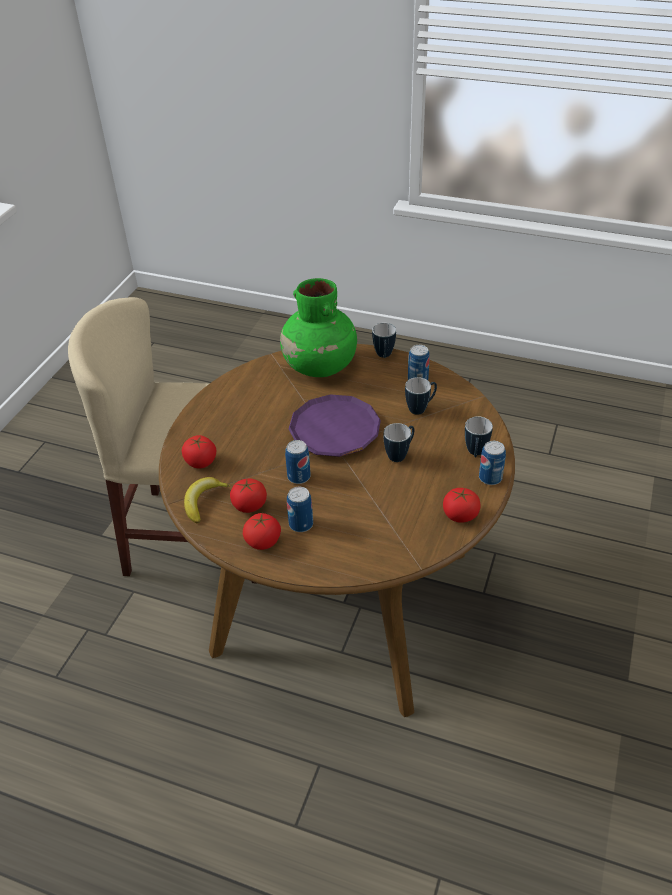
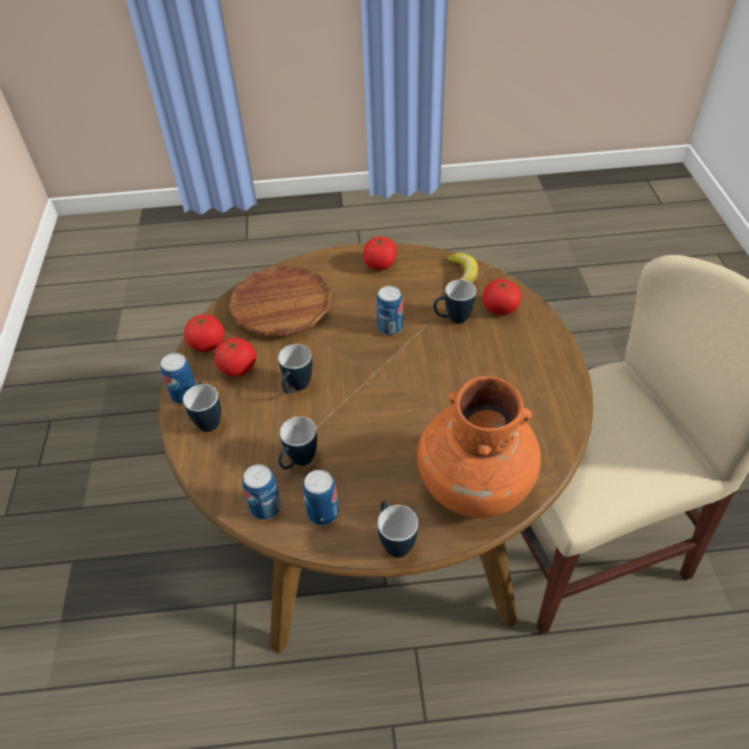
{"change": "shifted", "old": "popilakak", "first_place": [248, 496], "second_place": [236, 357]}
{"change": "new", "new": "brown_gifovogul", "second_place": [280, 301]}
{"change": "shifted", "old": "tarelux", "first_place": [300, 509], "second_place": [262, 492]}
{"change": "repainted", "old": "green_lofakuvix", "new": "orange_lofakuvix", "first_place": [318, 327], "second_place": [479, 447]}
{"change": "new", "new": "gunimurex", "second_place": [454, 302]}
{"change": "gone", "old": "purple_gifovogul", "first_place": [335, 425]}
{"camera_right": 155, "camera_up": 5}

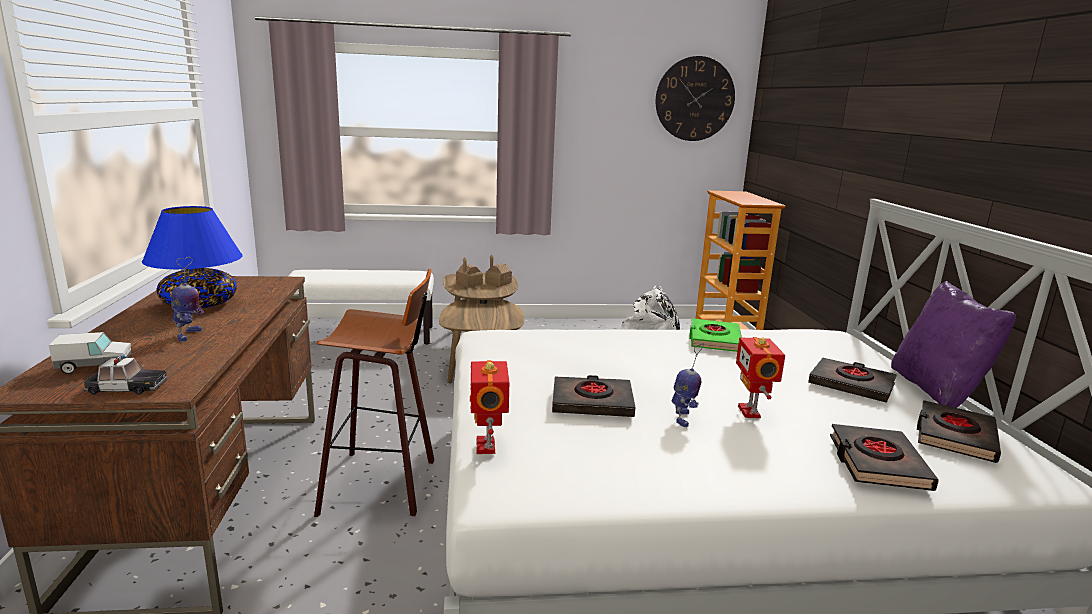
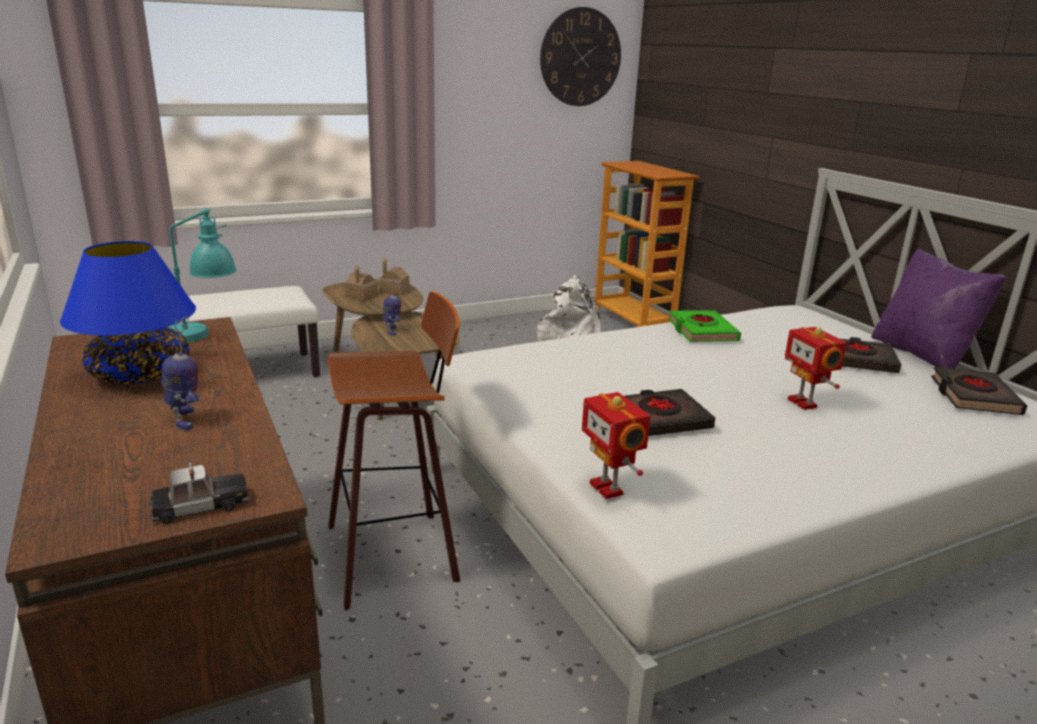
{"change": "new", "new": "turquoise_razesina", "second_place": [202, 275]}
{"change": "shifted", "old": "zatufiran", "first_place": [688, 385], "second_place": [392, 306]}
{"change": "gone", "old": "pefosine", "first_place": [90, 353]}
{"change": "gone", "old": "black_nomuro", "first_place": [884, 457]}
{"camera_right": -20, "camera_up": 5}

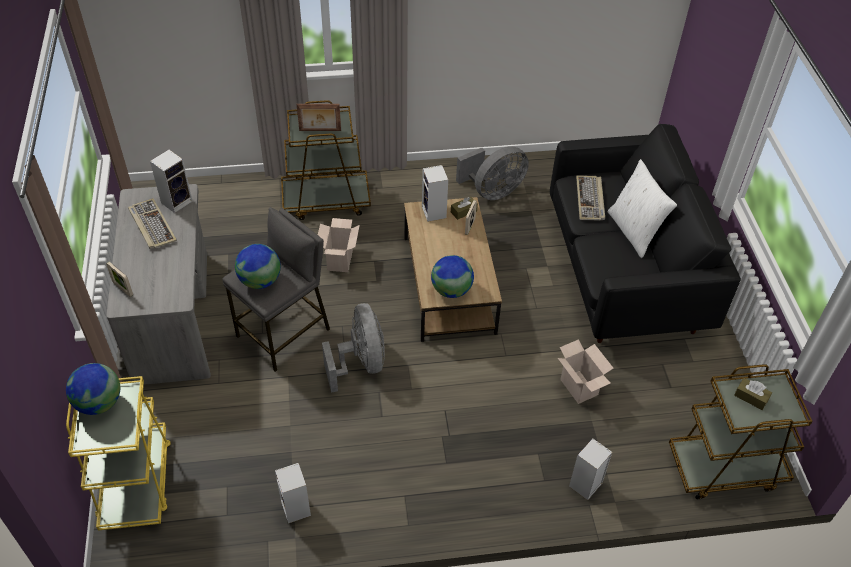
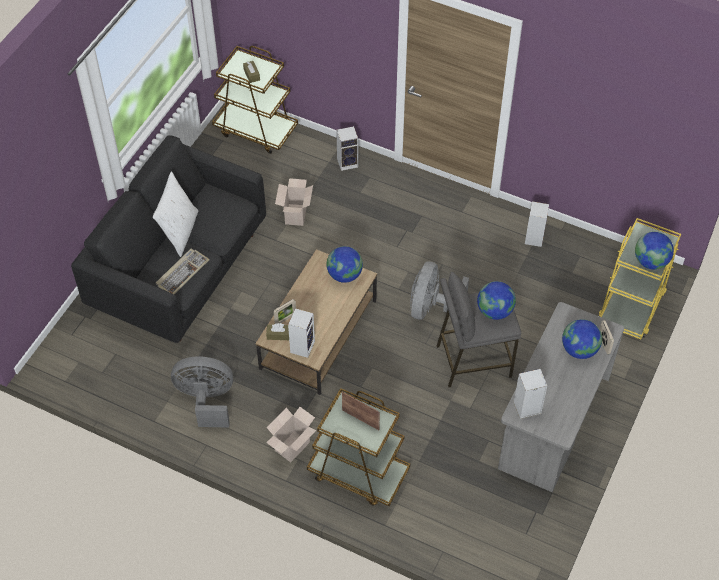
{"change": "shifted", "old": "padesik", "first_place": [339, 245], "second_place": [291, 434]}
{"change": "new", "new": "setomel", "second_place": [582, 339]}
{"change": "gone", "old": "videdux", "first_place": [152, 223]}
{"camera_right": -145, "camera_up": 5}

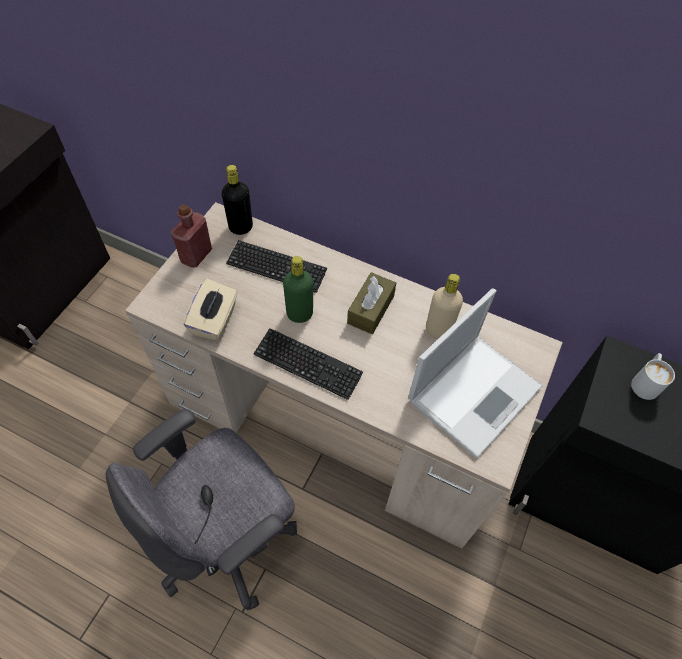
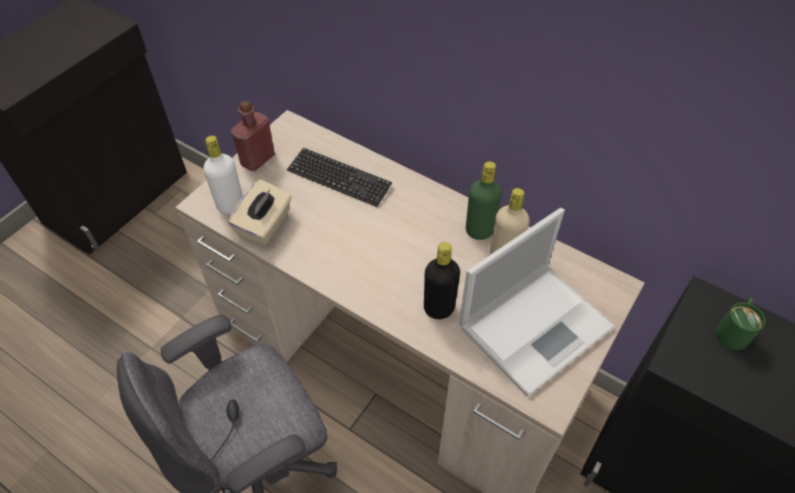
{"change": "new", "new": "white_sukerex", "second_place": [223, 175]}
{"change": "shifted", "old": "black_sukerex", "first_place": [237, 200], "second_place": [442, 280]}
{"change": "shifted", "old": "green_sukerex", "first_place": [298, 289], "second_place": [484, 200]}
{"change": "repainted", "old": "white_gunimurex", "new": "green_gunimurex", "first_place": [653, 376], "second_place": [740, 323]}
{"change": "gone", "old": "videdux", "first_place": [308, 364]}
{"change": "gone", "old": "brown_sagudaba", "first_place": [371, 303]}
{"camera_right": 10, "camera_up": -5}

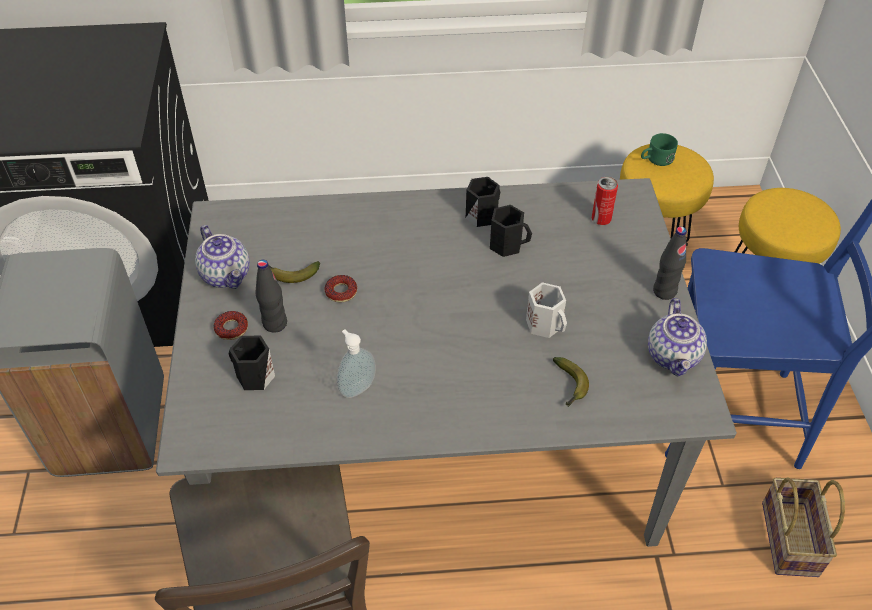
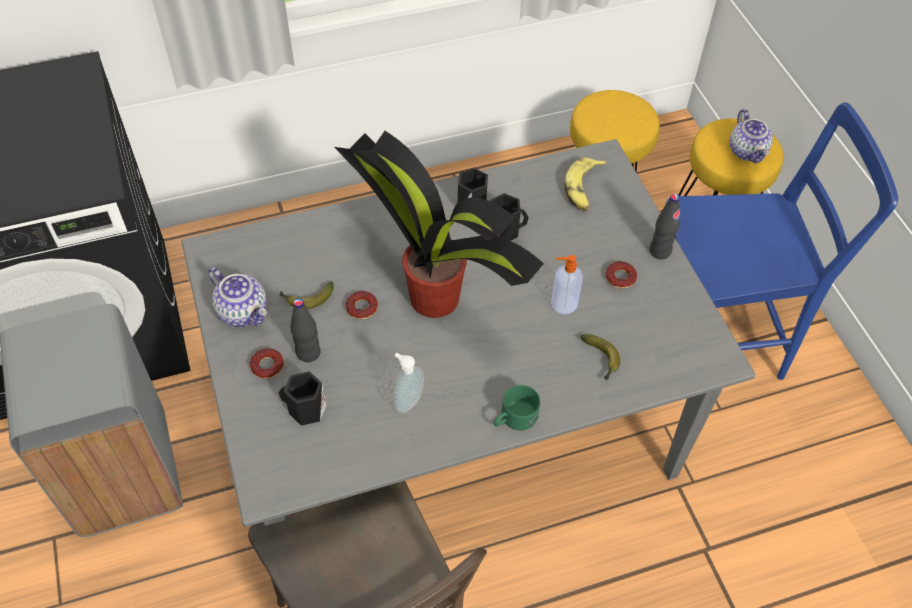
{"change": "new", "new": "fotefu", "second_place": [439, 224]}
{"change": "shifted", "old": "green_gunimurex", "first_place": [659, 149], "second_place": [517, 407]}
{"change": "swapped", "old": "white_gunimurex", "new": "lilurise", "first_place": [546, 310], "second_place": [567, 284]}
{"change": "swapped", "old": "tarelux", "new": "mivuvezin", "first_place": [605, 201], "second_place": [586, 184]}
{"change": "new", "new": "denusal", "second_place": [621, 275]}
{"change": "shifted", "old": "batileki", "first_place": [677, 337], "second_place": [751, 136]}
{"change": "gone", "old": "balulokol", "first_place": [803, 527]}
{"camera_right": -15, "camera_up": 5}

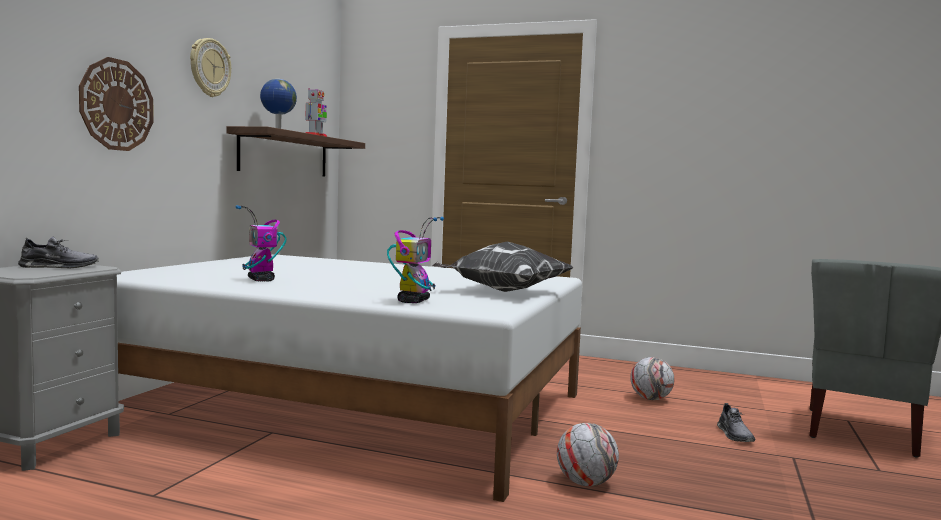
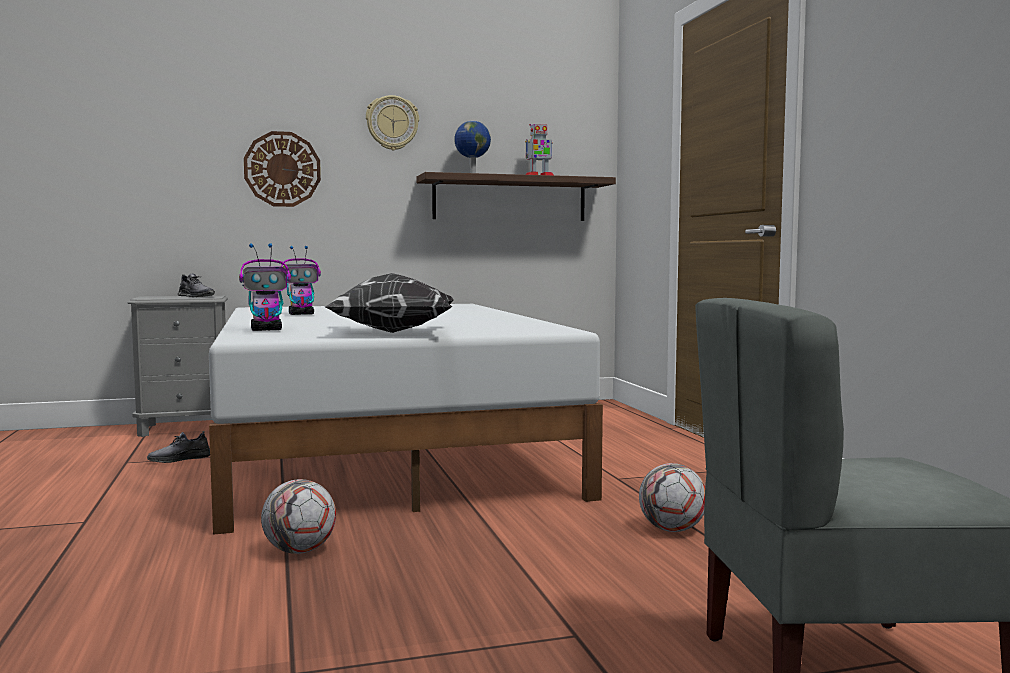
{"change": "shifted", "old": "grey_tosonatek", "first_place": [736, 422], "second_place": [178, 447]}
{"change": "rotated", "old": "zatufiran", "first_place": [261, 243], "second_place": [301, 280], "degrees": -135}
{"camera_right": 55, "camera_up": 0}

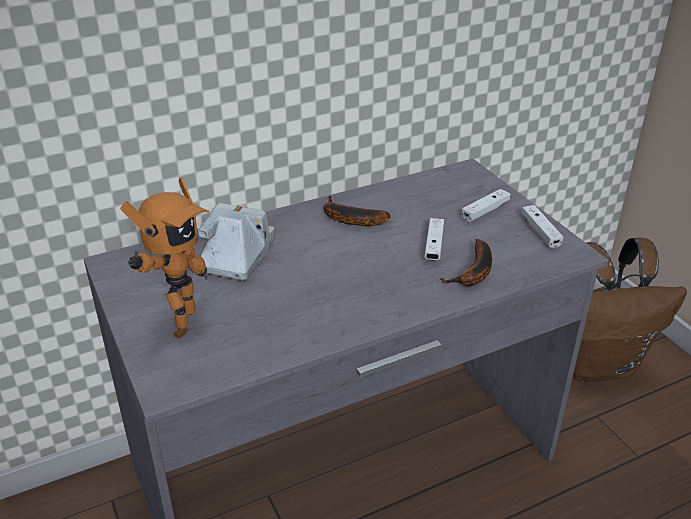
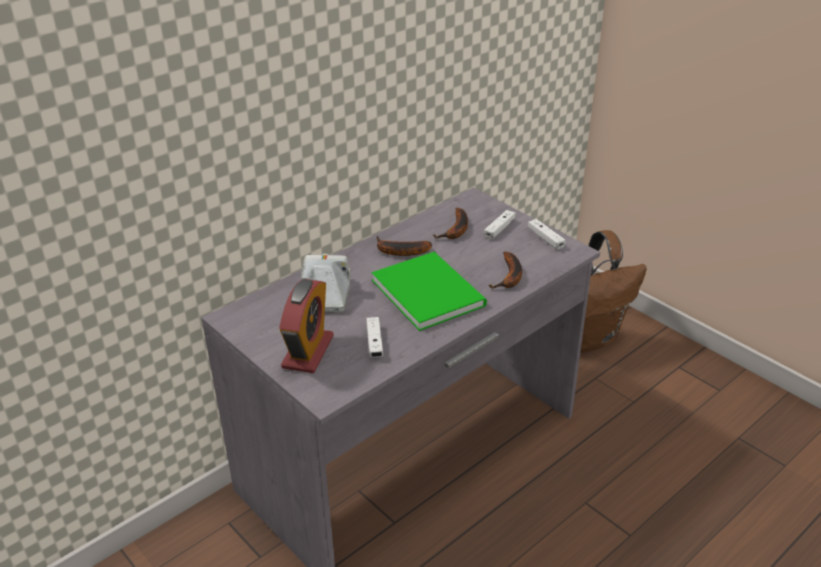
{"change": "swapped", "old": "zatufiran", "new": "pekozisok", "first_place": [165, 258], "second_place": [306, 326]}
{"change": "shifted", "old": "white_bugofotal", "first_place": [434, 239], "second_place": [374, 337]}
{"change": "new", "new": "green_nomuro", "second_place": [429, 291]}
{"change": "new", "new": "mivuvezin", "second_place": [450, 223]}
{"camera_right": -15, "camera_up": 0}

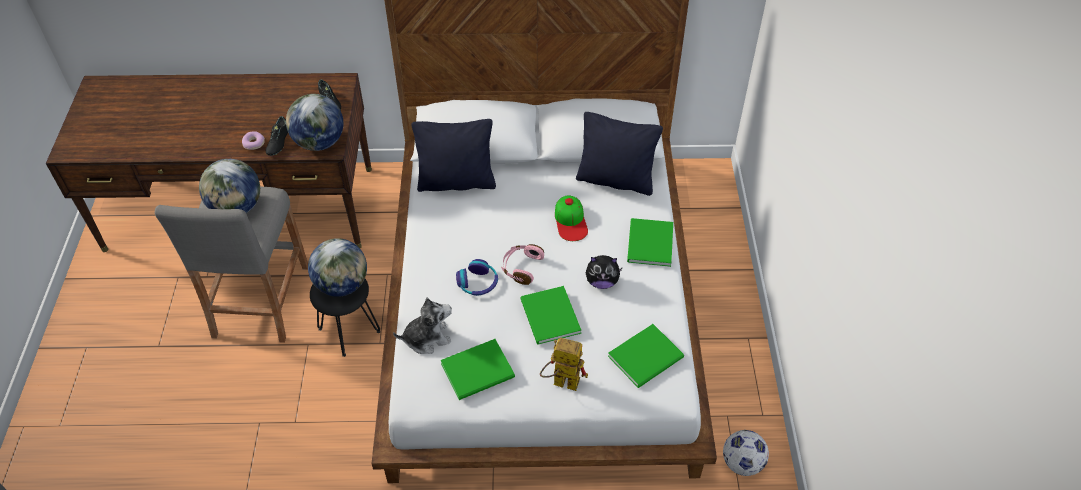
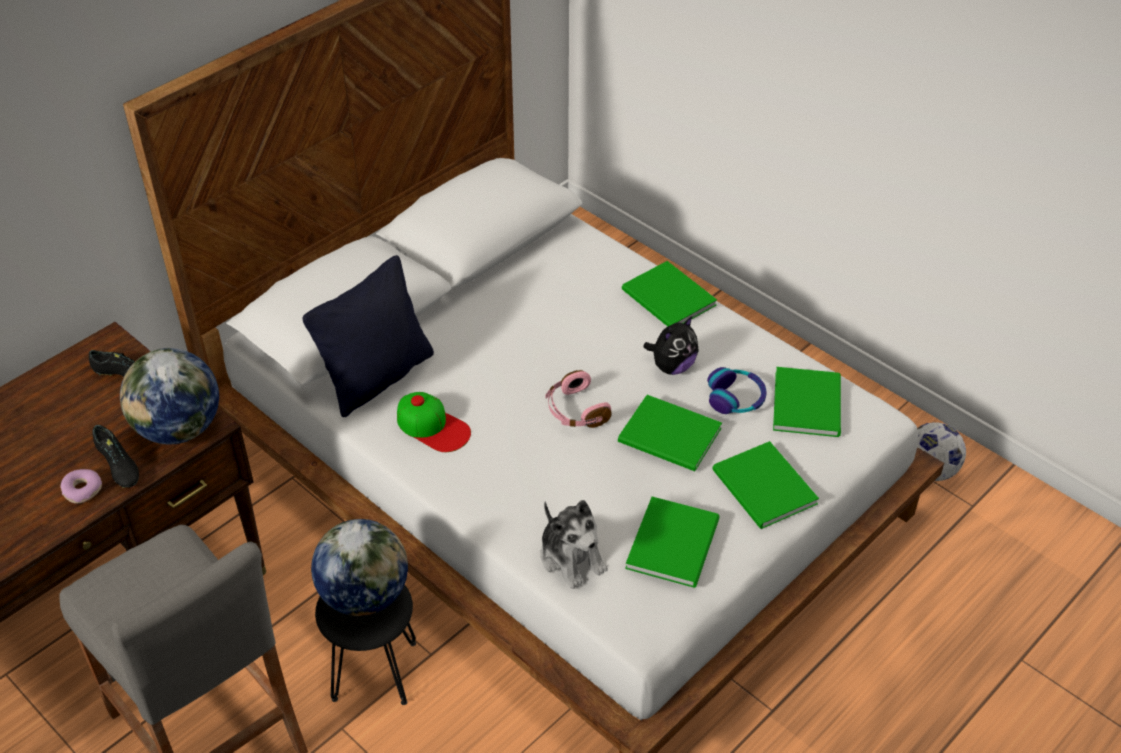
{"change": "shifted", "old": "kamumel", "first_place": [571, 218], "second_place": [434, 422]}
{"change": "rotated", "old": "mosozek", "first_place": [422, 325], "second_place": [574, 544], "degrees": 120}
{"change": "shifted", "old": "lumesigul", "first_place": [477, 277], "second_place": [736, 390]}
{"change": "swapped", "old": "zatufiran", "new": "green_nomuro", "first_place": [564, 364], "second_place": [765, 485]}
{"change": "gone", "old": "setomel", "first_place": [229, 186]}
{"change": "gone", "old": "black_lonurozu", "first_place": [619, 154]}
{"camera_right": -45, "camera_up": -5}

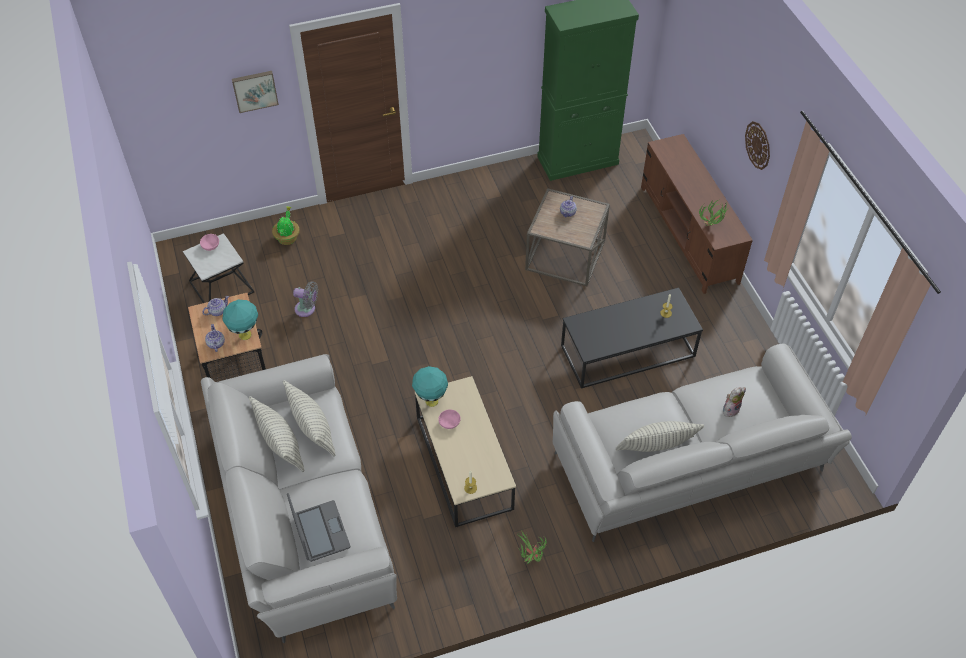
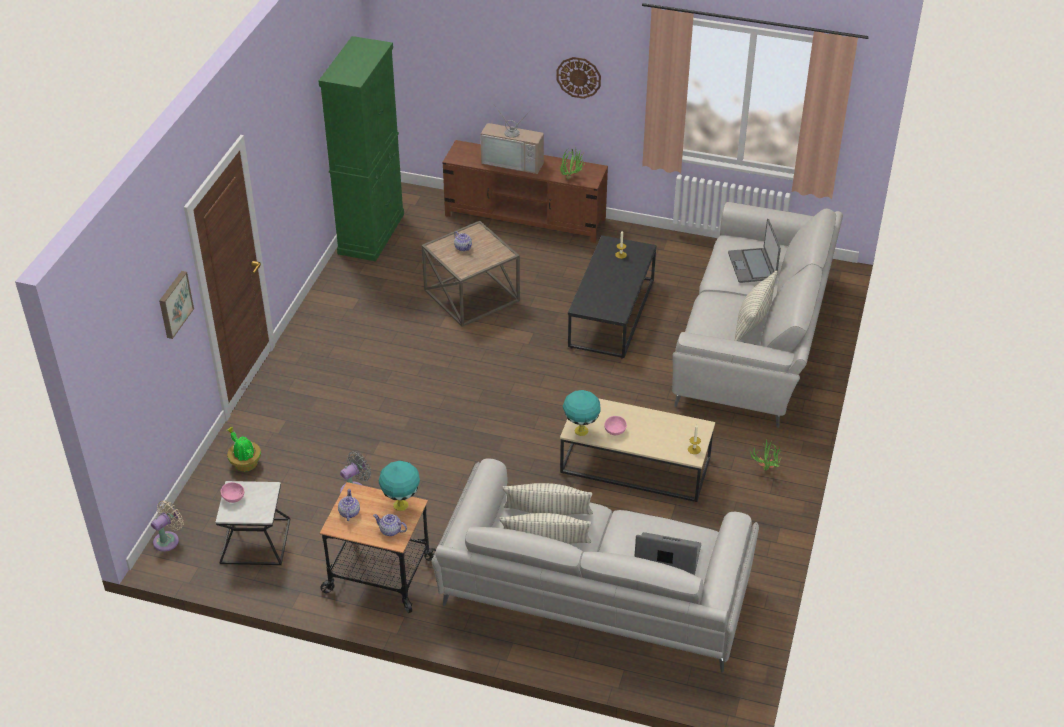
{"change": "new", "new": "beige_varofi", "second_place": [167, 526]}
{"change": "new", "new": "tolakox", "second_place": [512, 140]}
{"change": "swapped", "old": "mosozek", "new": "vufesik", "first_place": [734, 402], "second_place": [754, 251]}
{"camera_right": -55, "camera_up": -10}

